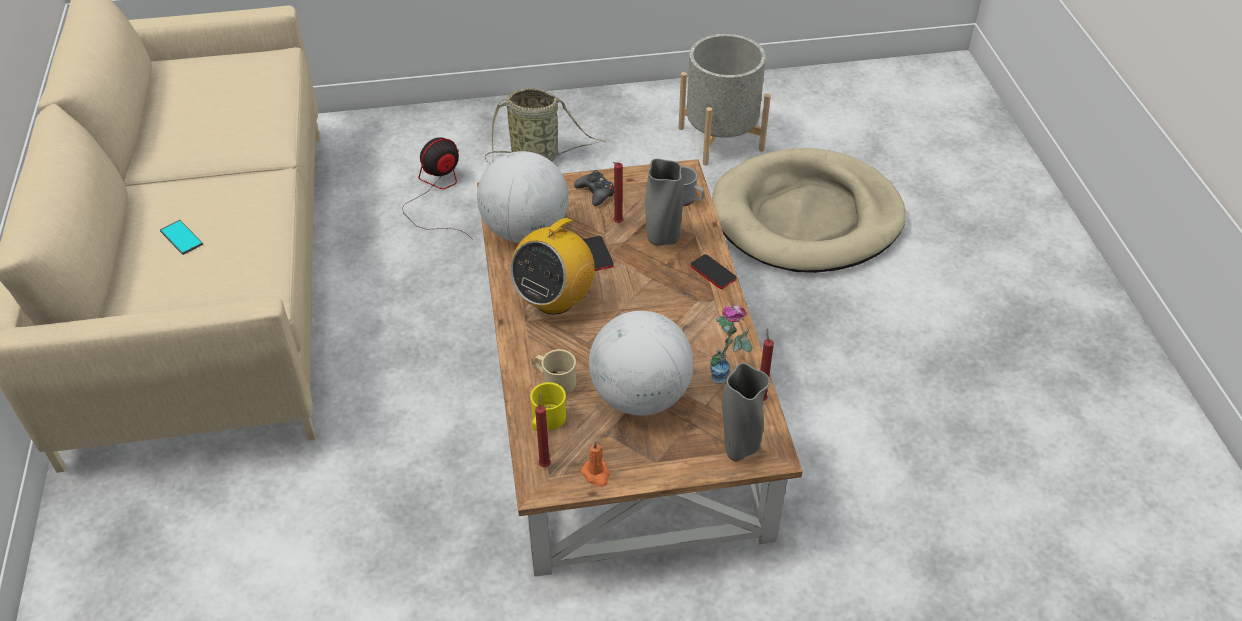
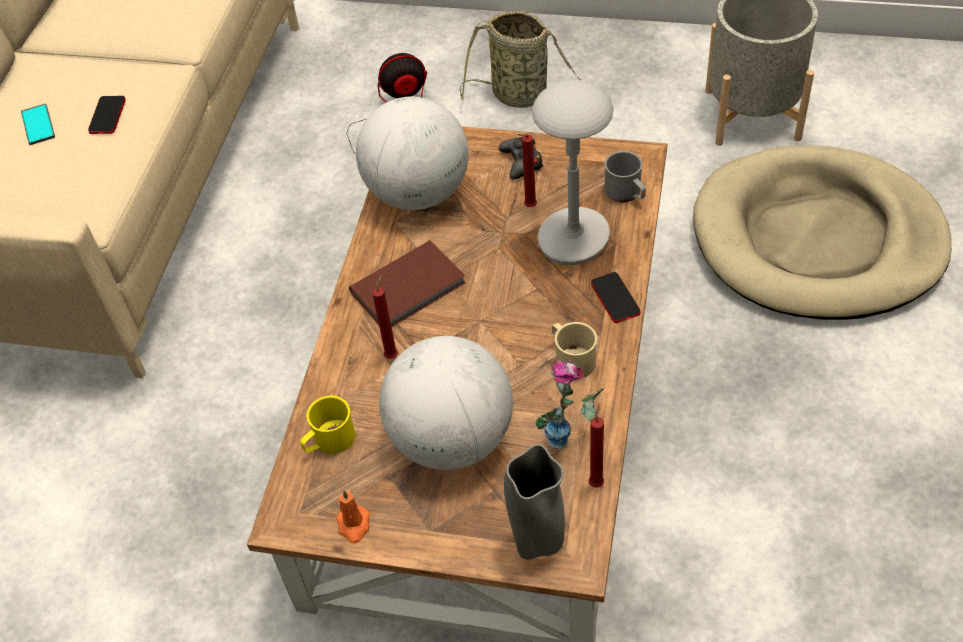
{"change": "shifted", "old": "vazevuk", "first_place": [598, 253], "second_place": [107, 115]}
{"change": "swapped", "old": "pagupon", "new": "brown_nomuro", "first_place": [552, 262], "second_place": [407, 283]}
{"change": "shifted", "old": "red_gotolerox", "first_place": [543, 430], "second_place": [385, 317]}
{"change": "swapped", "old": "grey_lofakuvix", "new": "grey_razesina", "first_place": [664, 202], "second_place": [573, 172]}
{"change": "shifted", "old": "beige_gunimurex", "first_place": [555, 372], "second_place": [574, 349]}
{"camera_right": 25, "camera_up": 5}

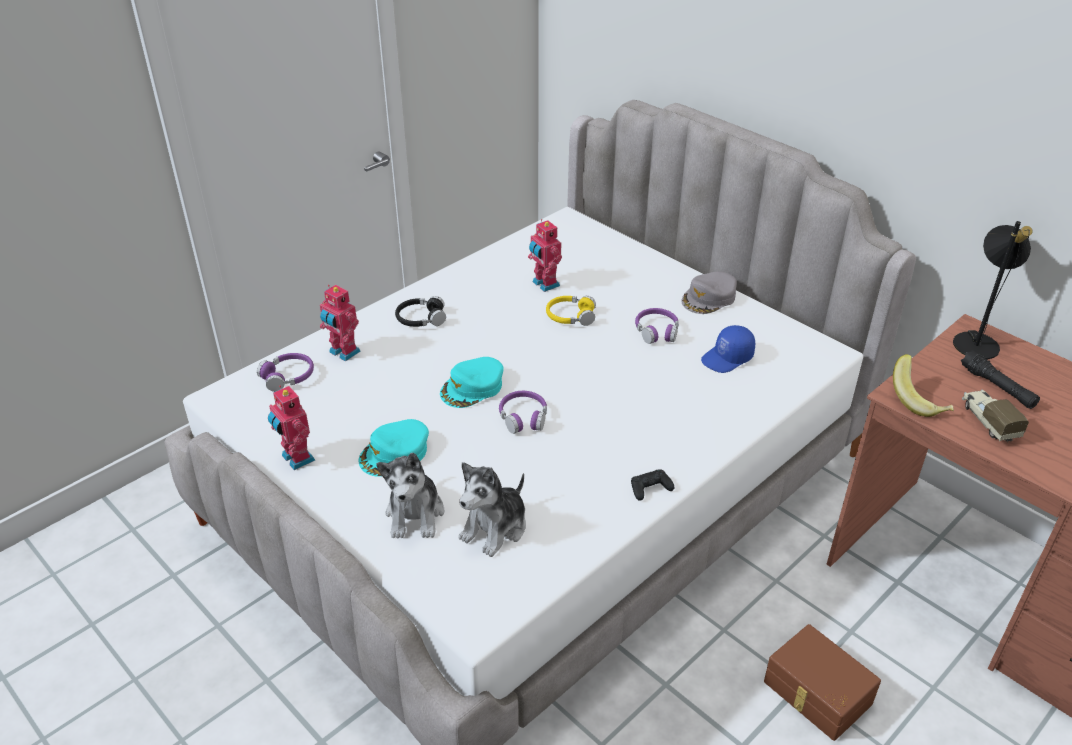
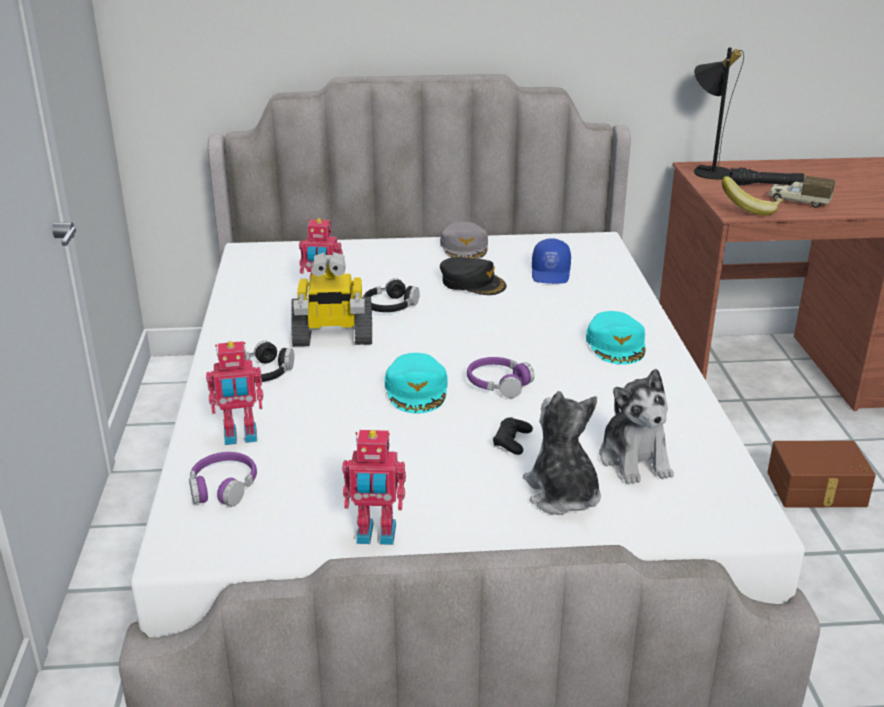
{"change": "new", "new": "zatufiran", "second_place": [332, 299]}
{"change": "repainted", "old": "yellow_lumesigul", "new": "black_lumesigul", "first_place": [571, 311], "second_place": [391, 295]}
{"change": "swapped", "old": "purple_lumesigul", "new": "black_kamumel", "first_place": [657, 326], "second_place": [473, 276]}
{"change": "shifted", "old": "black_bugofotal", "first_place": [652, 485], "second_place": [513, 436]}
{"change": "rotated", "old": "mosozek", "first_place": [410, 496], "second_place": [562, 453], "degrees": -150}
{"change": "shifted", "old": "turquoise_kamumel", "first_place": [393, 448], "second_place": [616, 338]}
{"camera_right": -50, "camera_up": -10}

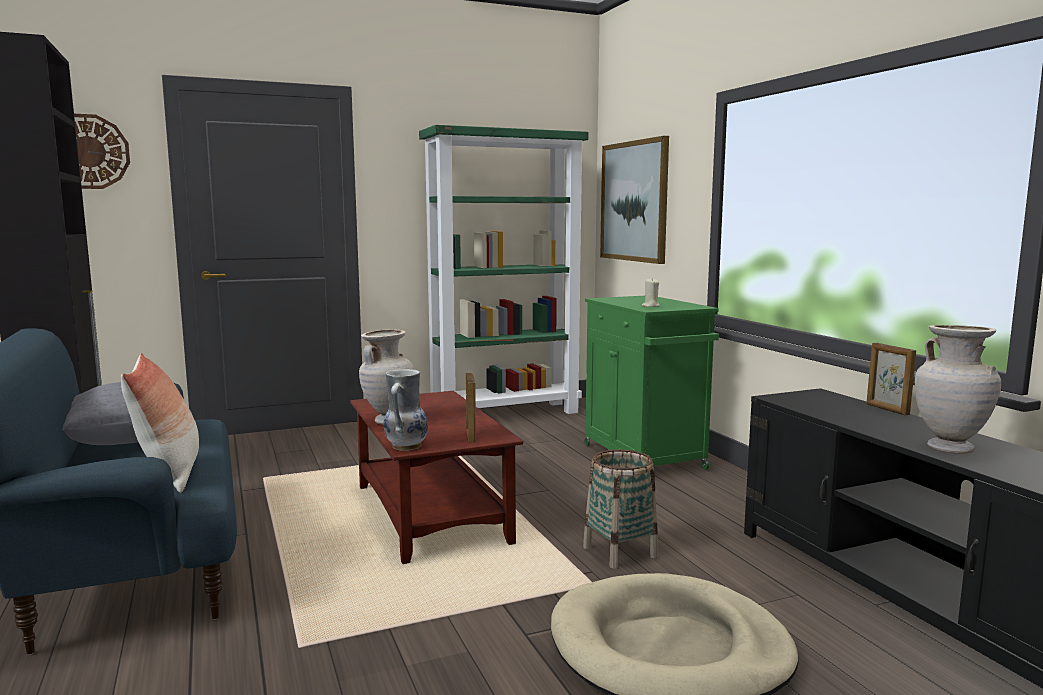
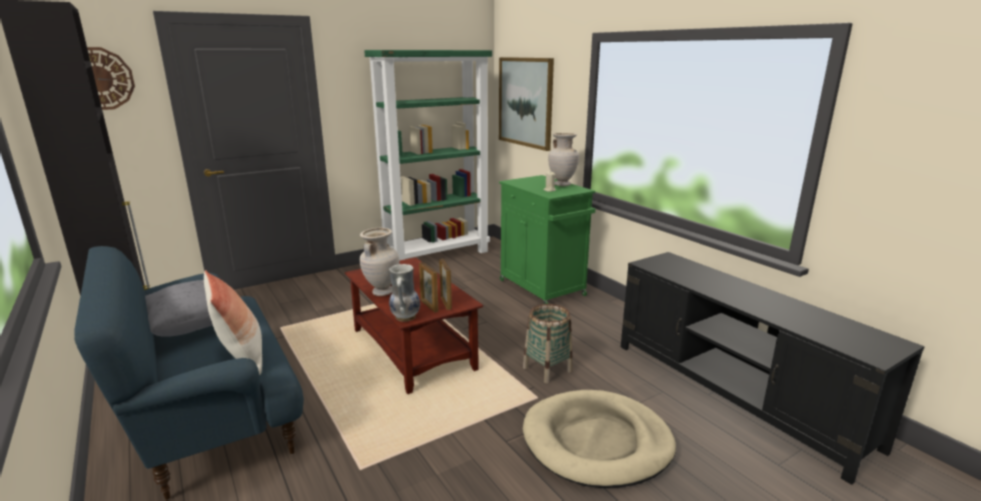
{"change": "shifted", "old": "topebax", "first_place": [891, 379], "second_place": [428, 287]}
{"change": "shifted", "old": "beige_lofakuvix", "first_place": [958, 389], "second_place": [563, 159]}
{"camera_right": -10, "camera_up": 10}

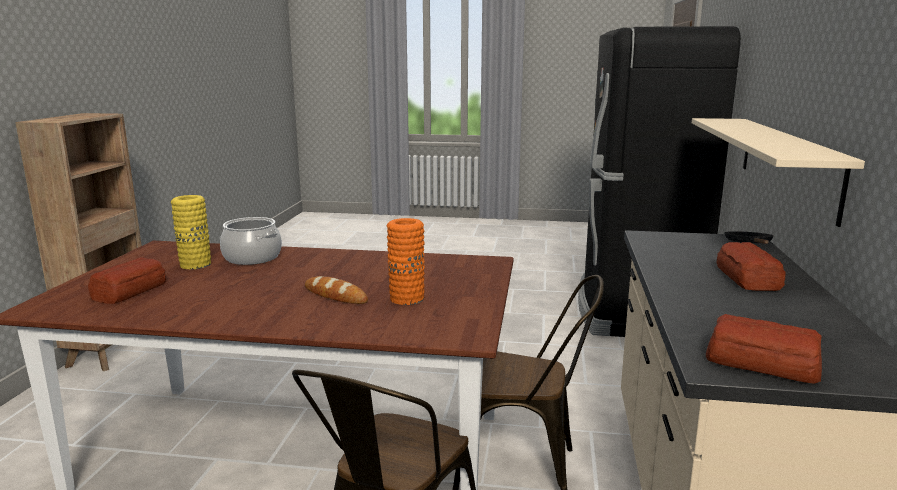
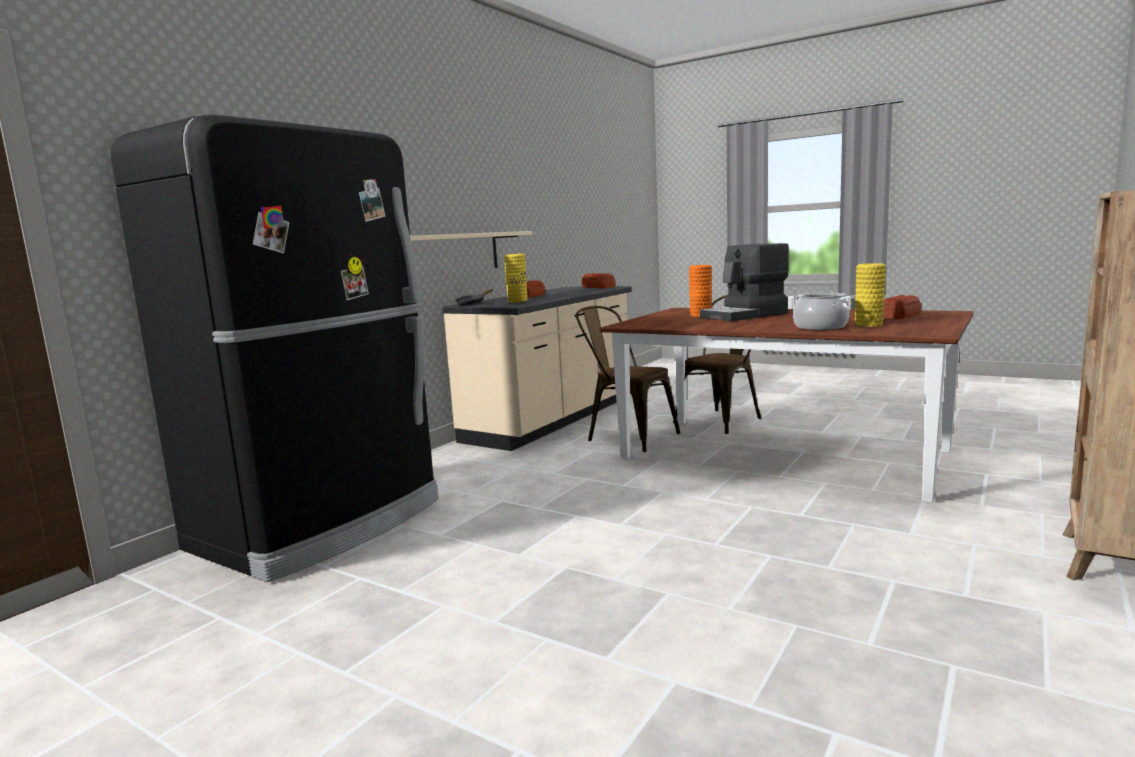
{"change": "new", "new": "yellow_lofakuvix", "second_place": [516, 278]}
{"change": "swapped", "old": "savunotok", "new": "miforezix", "first_place": [336, 290], "second_place": [744, 282]}
{"camera_right": -155, "camera_up": -5}

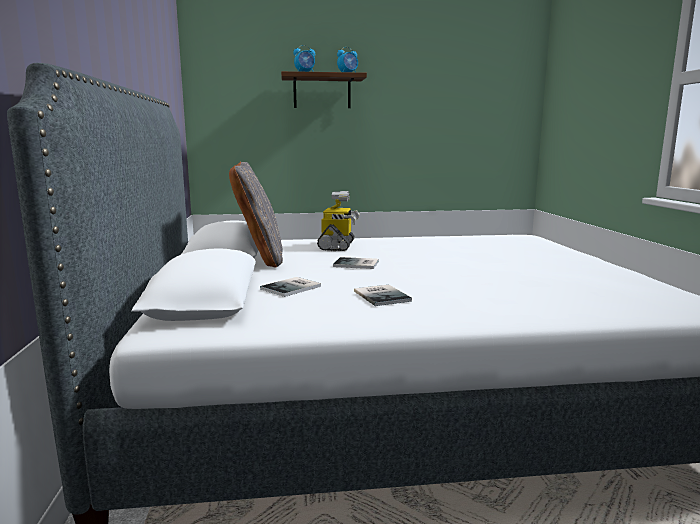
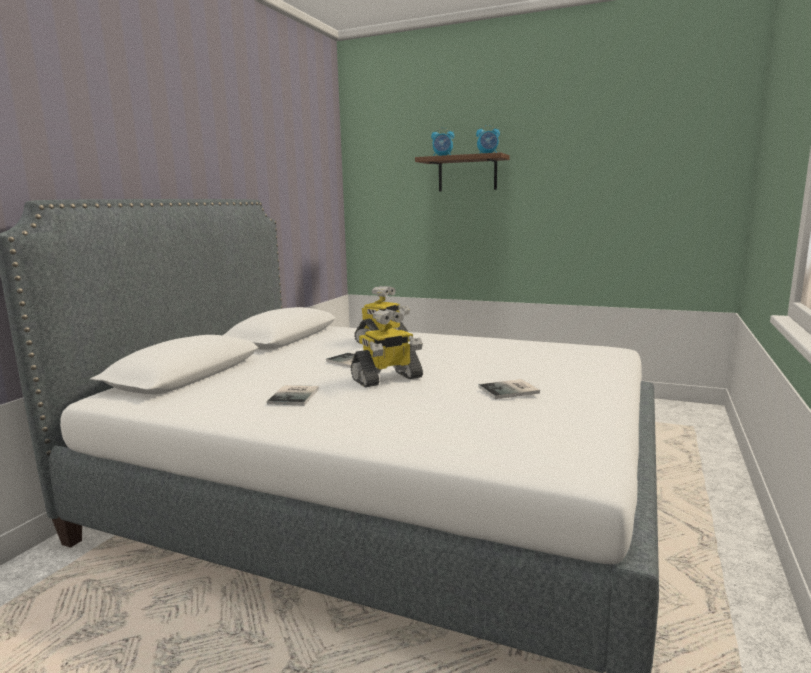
{"change": "new", "new": "zatufiran", "second_place": [387, 348]}
{"change": "shifted", "old": "nomuro", "first_place": [290, 287], "second_place": [509, 389]}
{"change": "gone", "old": "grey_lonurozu", "first_place": [256, 215]}
{"camera_right": 30, "camera_up": 0}

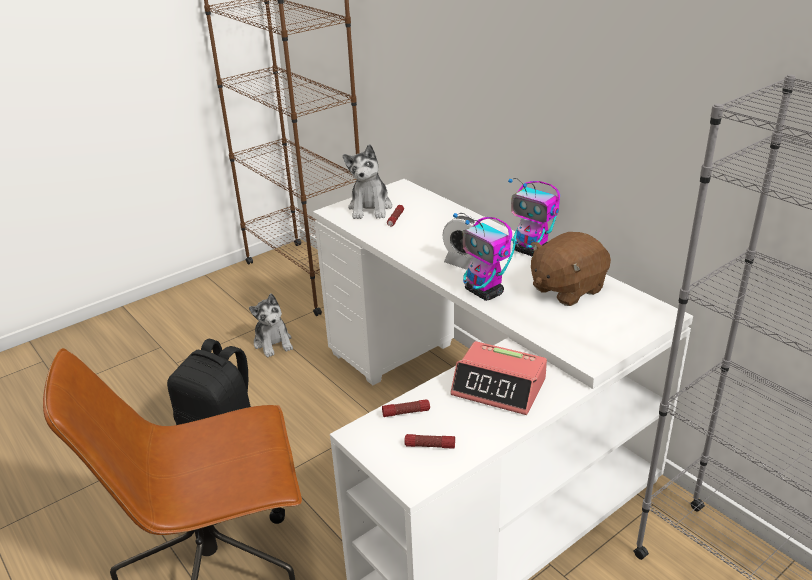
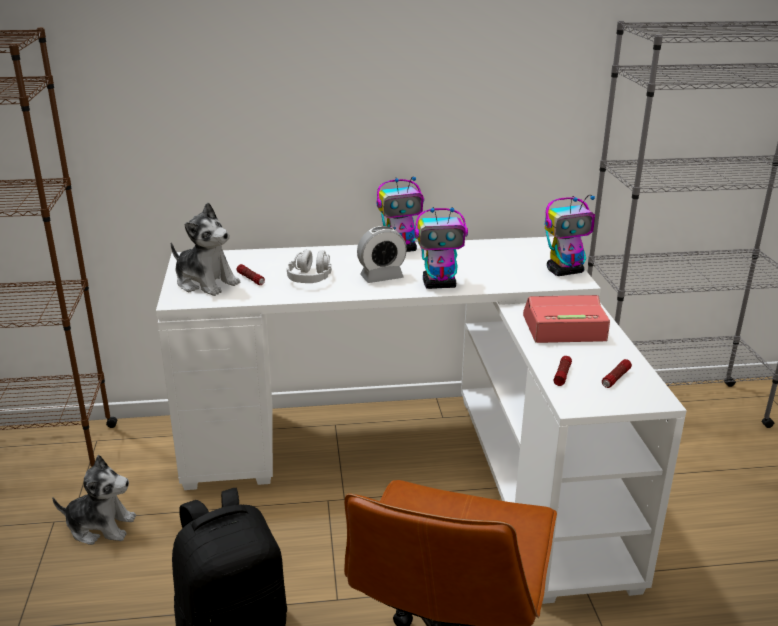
{"change": "new", "new": "grey_lumesigul", "second_place": [309, 266]}
{"change": "rotated", "old": "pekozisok", "first_place": [498, 378], "second_place": [566, 319], "degrees": -150}
{"change": "new", "new": "zatufiran", "second_place": [570, 235]}
{"change": "gone", "old": "brown_mosozek", "first_place": [571, 269]}
{"camera_right": -60, "camera_up": -5}

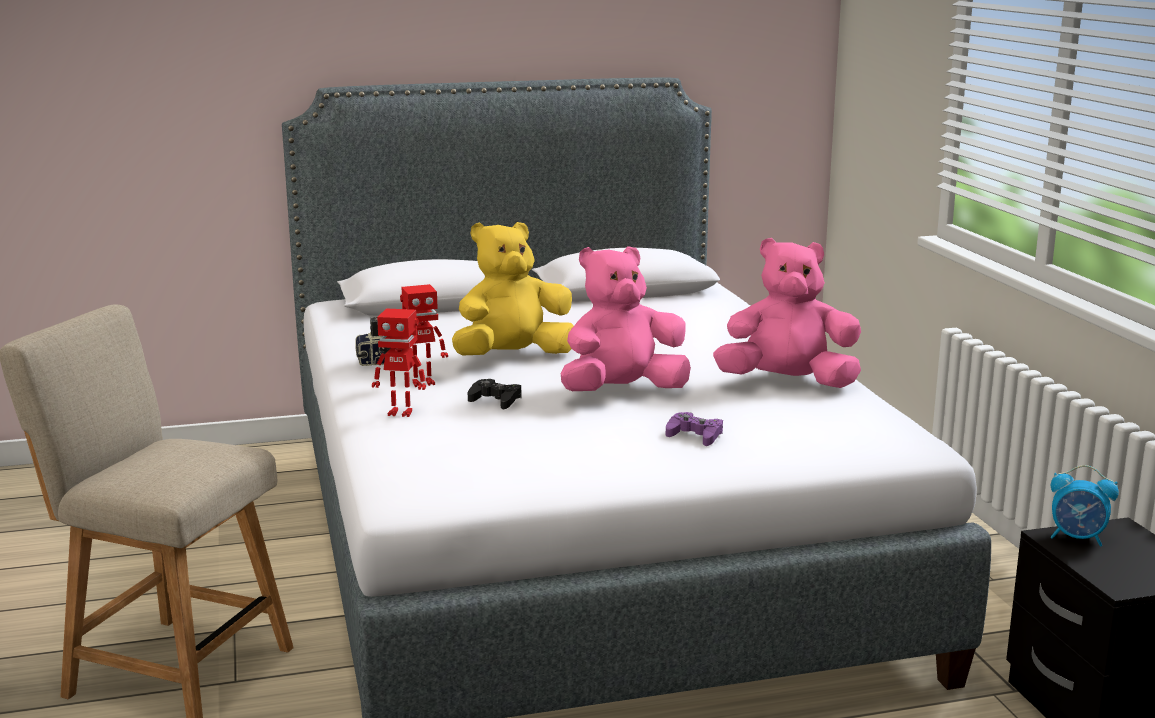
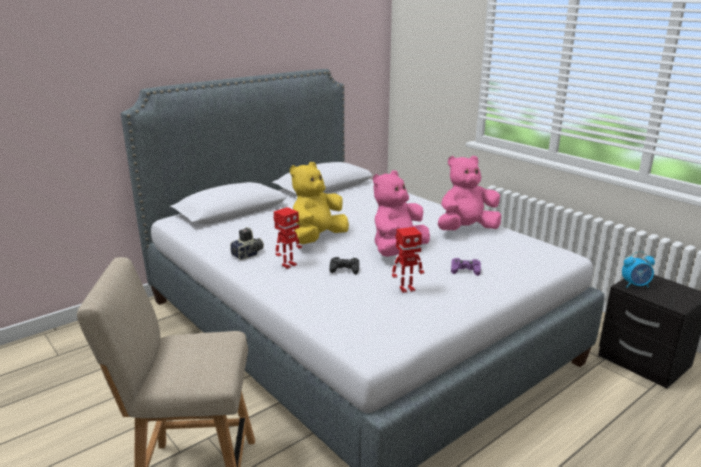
{"change": "shifted", "old": "zatufiran", "first_place": [399, 362], "second_place": [408, 260]}
{"camera_right": -25, "camera_up": 5}

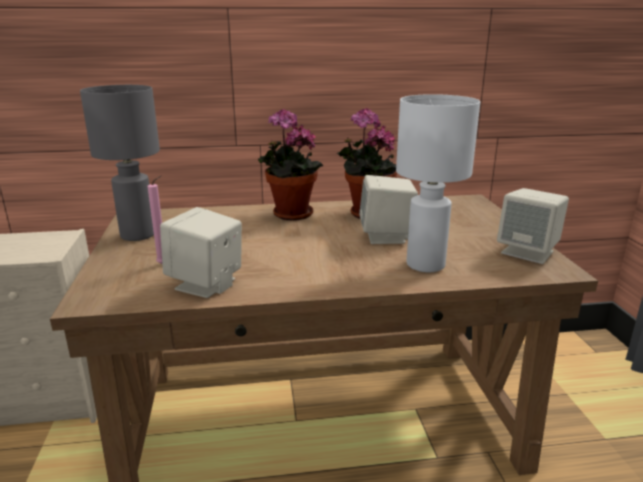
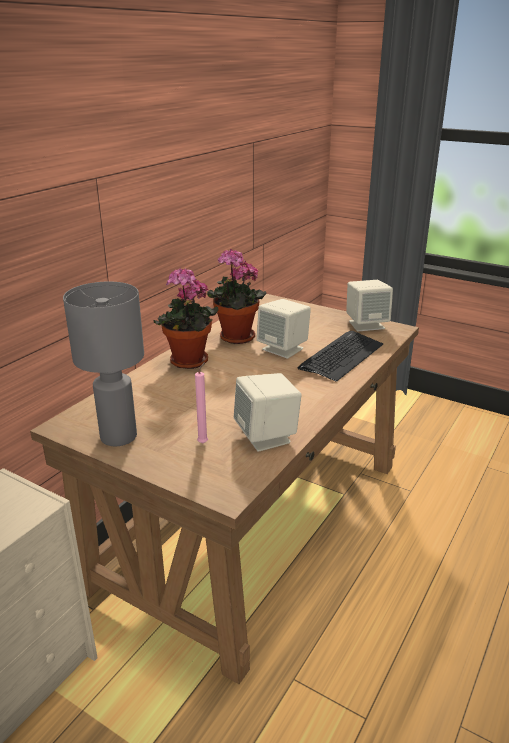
{"change": "swapped", "old": "white_razesina", "new": "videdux", "first_place": [438, 183], "second_place": [340, 356]}
{"camera_right": -50, "camera_up": 5}

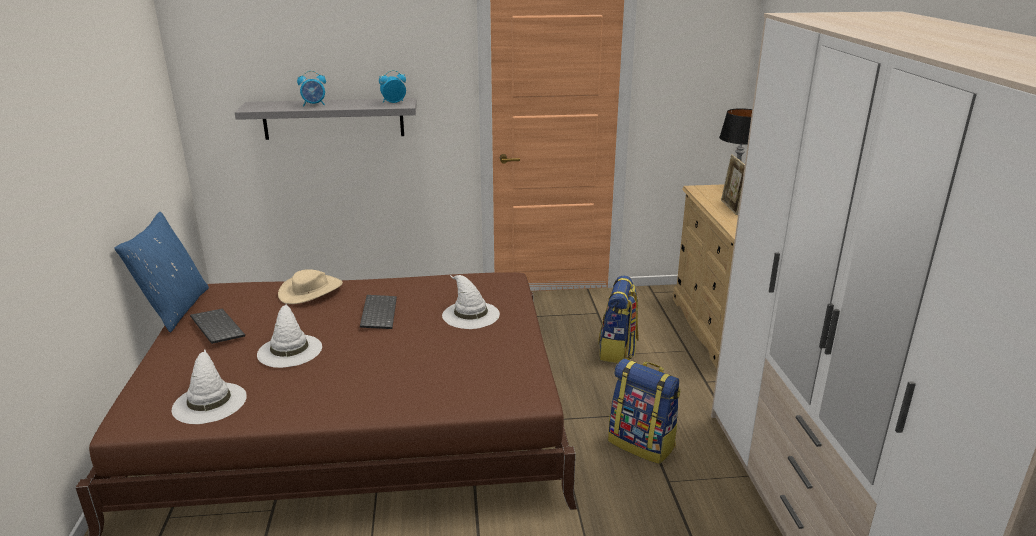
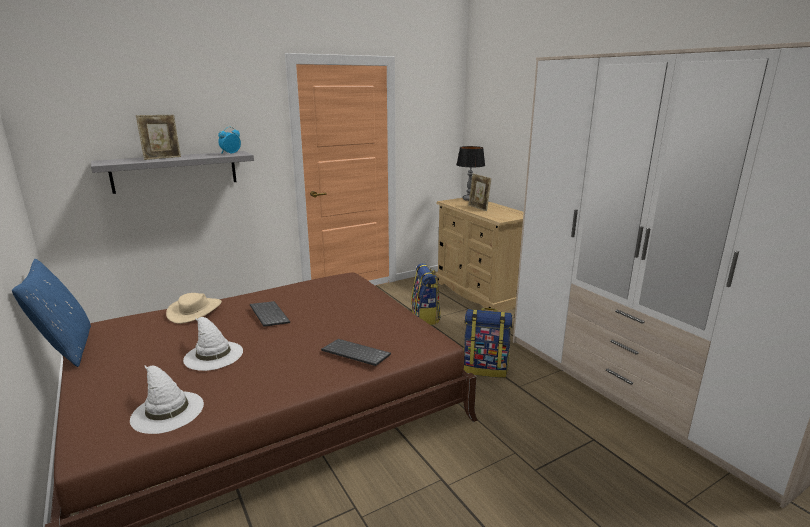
{"change": "swapped", "old": "pekozisok", "new": "topebax", "first_place": [311, 89], "second_place": [158, 137]}
{"change": "shifted", "old": "videdux", "first_place": [217, 326], "second_place": [356, 352]}
{"change": "gone", "old": "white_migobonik", "first_place": [471, 302]}
{"camera_right": -25, "camera_up": -5}

